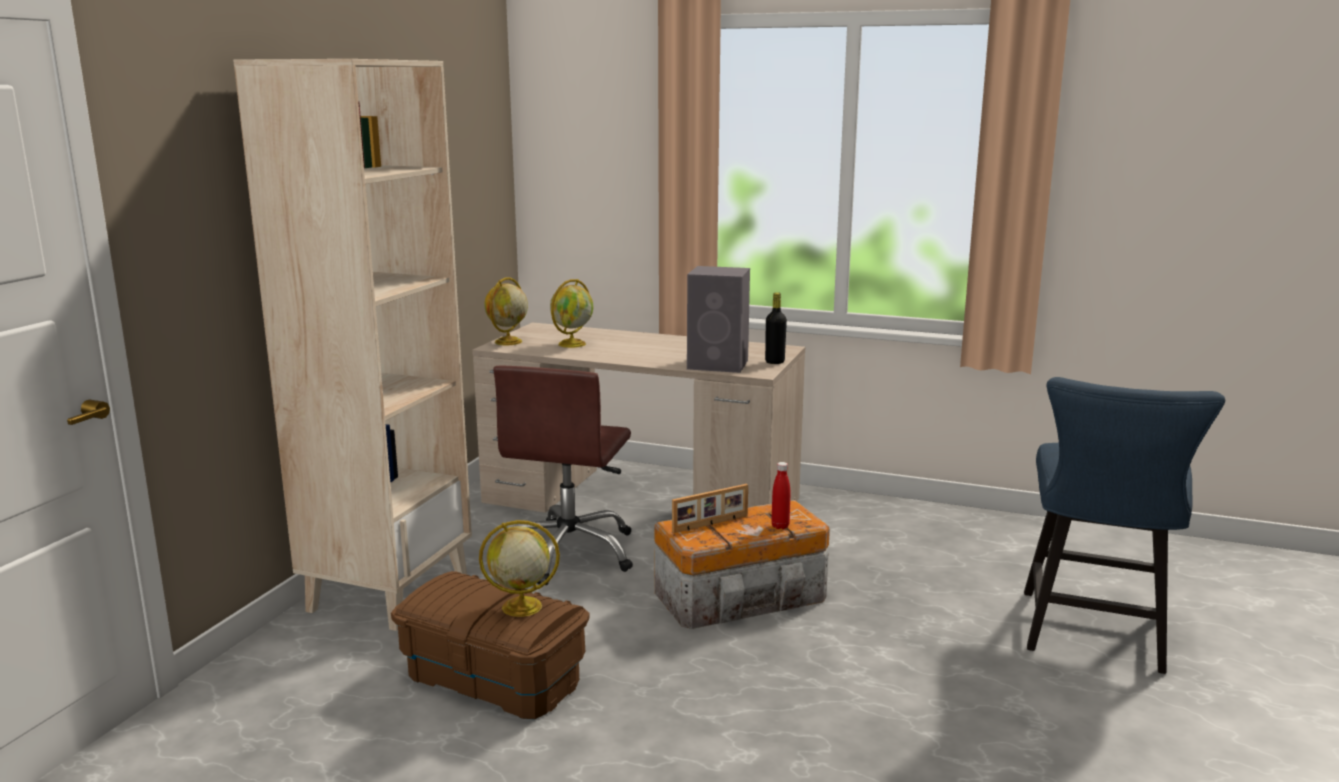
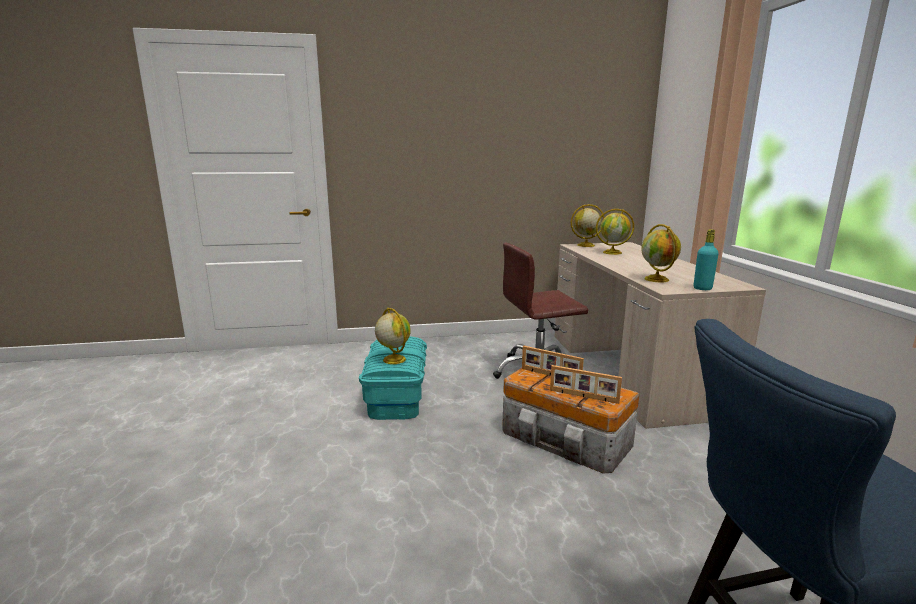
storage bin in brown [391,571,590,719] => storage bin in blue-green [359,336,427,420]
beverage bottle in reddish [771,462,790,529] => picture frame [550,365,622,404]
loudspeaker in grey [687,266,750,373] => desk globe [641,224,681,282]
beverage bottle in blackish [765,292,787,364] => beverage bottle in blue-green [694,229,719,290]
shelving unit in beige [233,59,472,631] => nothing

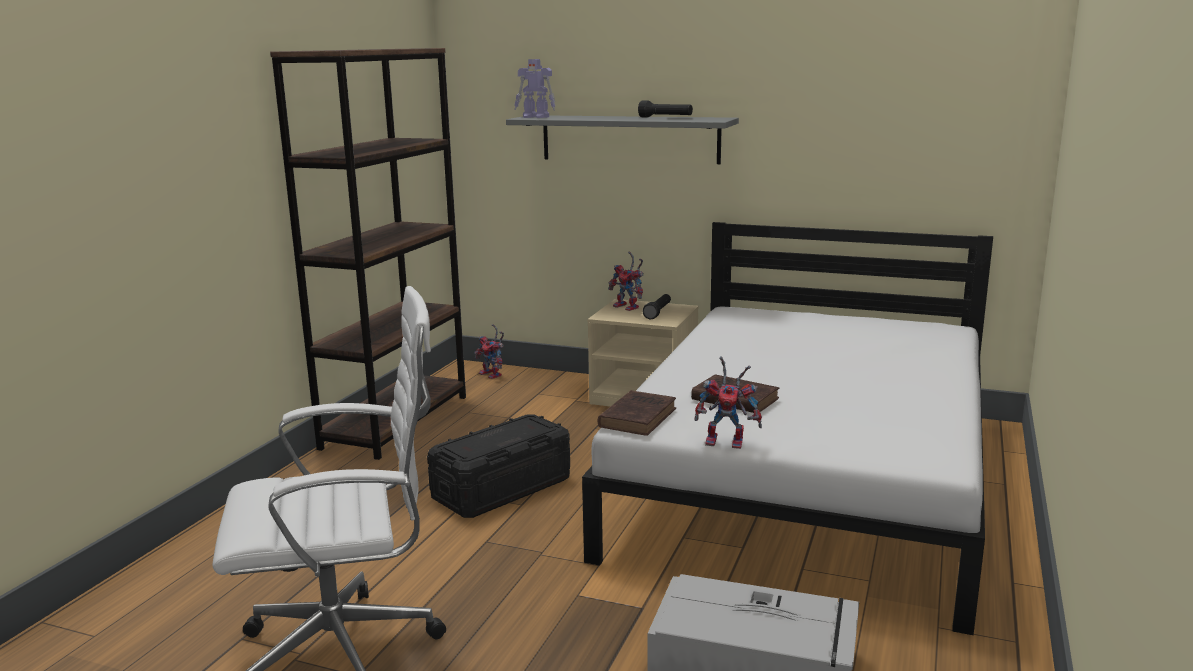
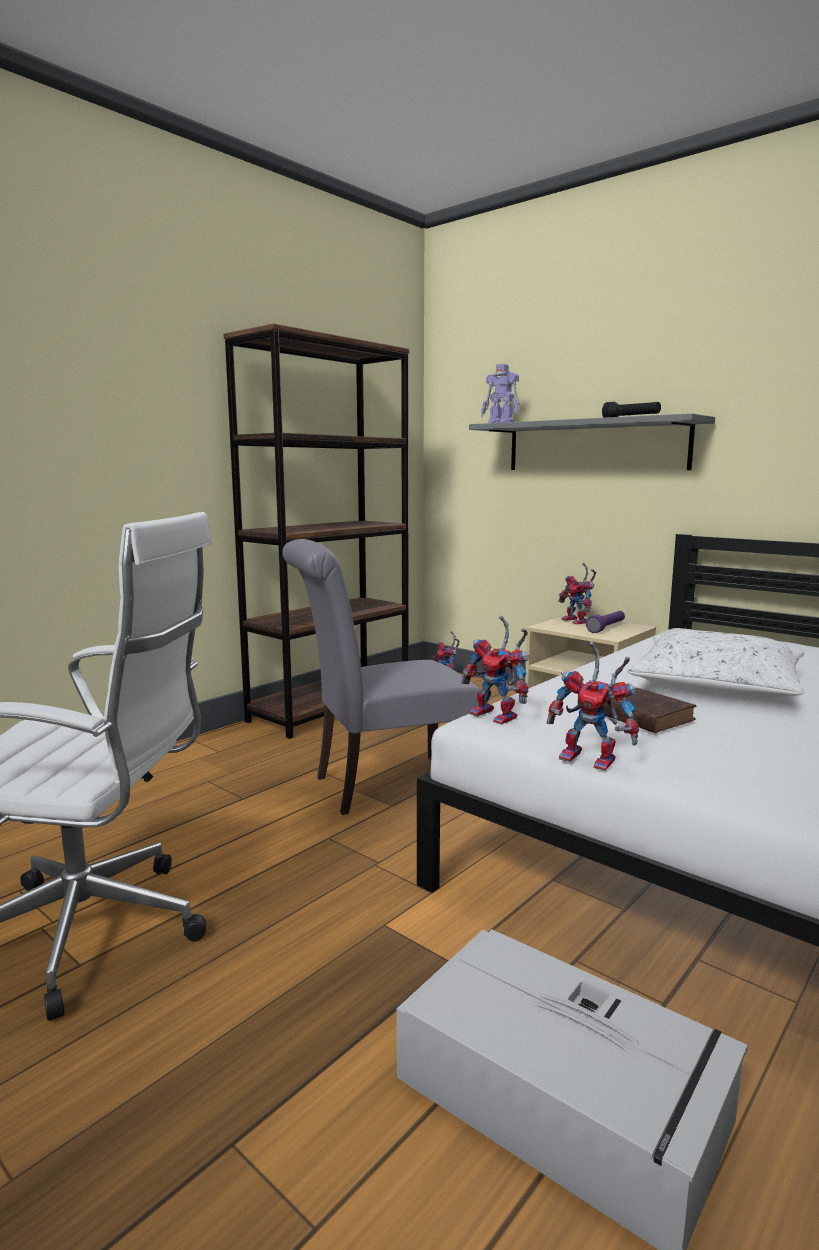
storage bin in blackish [427,415,570,518] => upright chair in grey [282,539,481,815]
volume in brown [598,390,676,436] => robot figure [461,616,530,725]
torch in blackish [642,294,671,320] => torch in purple-coloured [586,611,625,633]
nothing => throw pillow in whitish [627,630,804,698]

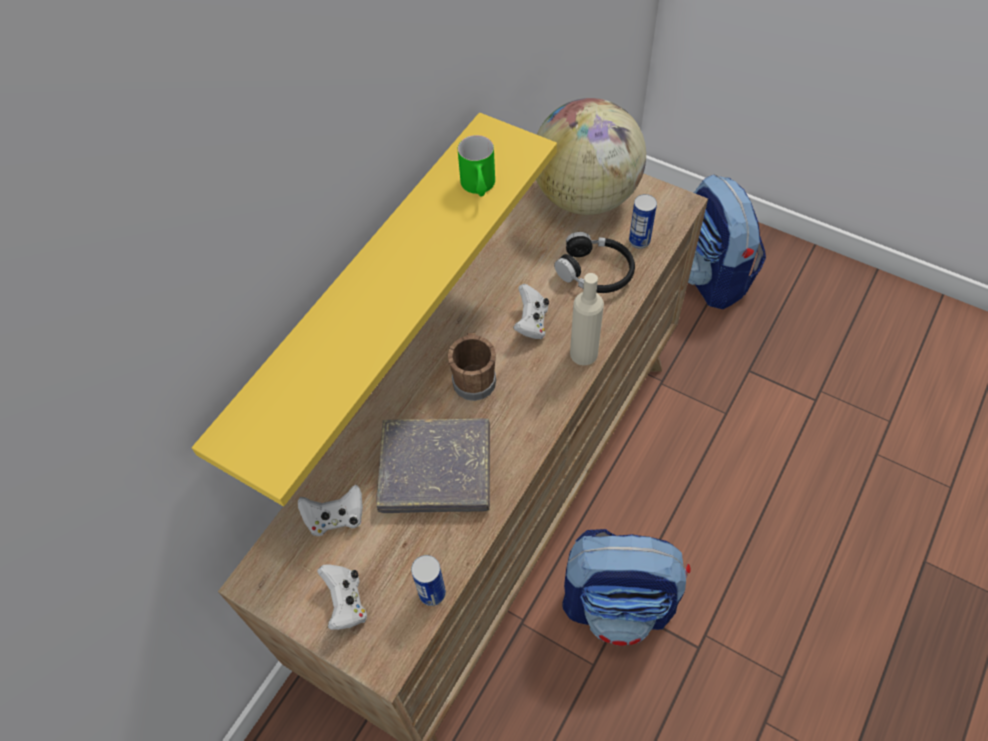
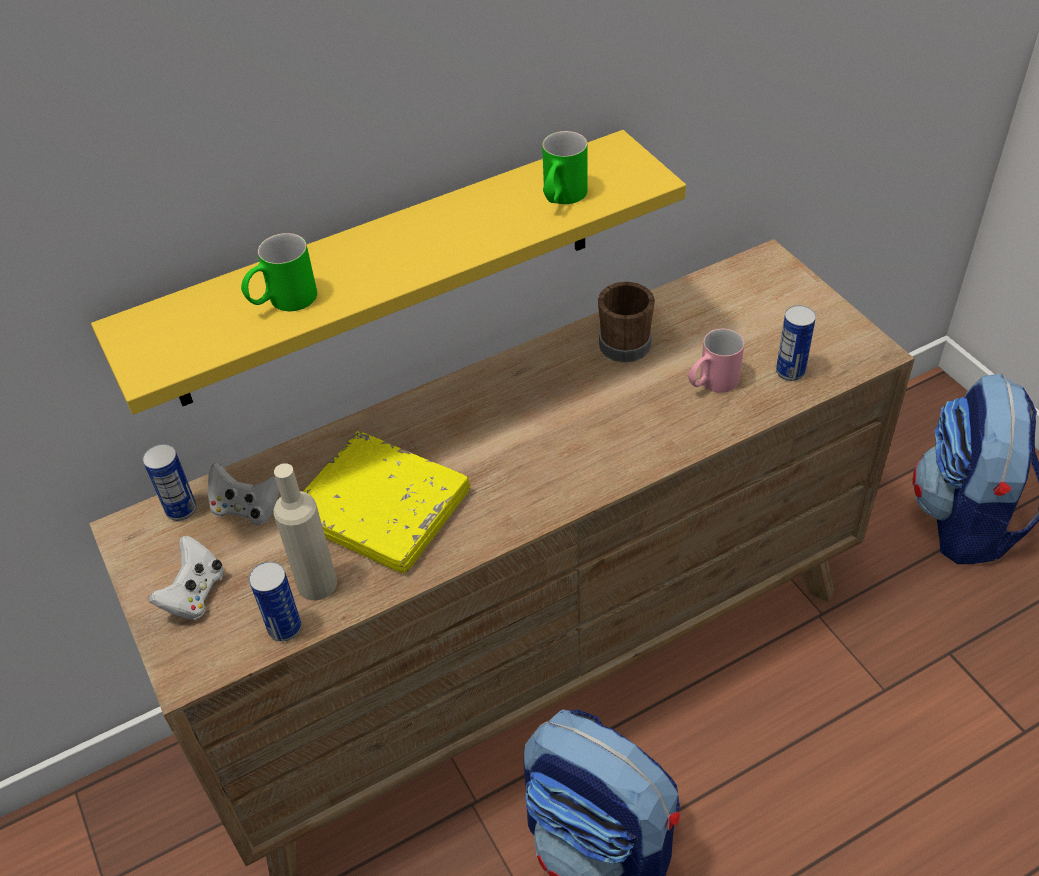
nothing => can [143,444,197,521]
nothing => coffee mug in greenish [241,233,317,311]
beverage bottle in beige [570,273,604,365] => beverage bottle in beige [273,463,337,601], move
volume in grey [376,418,490,513] => volume in yellow [303,431,470,574]
coffee mug in brown [448,333,496,401] => coffee mug in brown [598,282,655,363], move
headphones in blackish [554,232,635,293] => coffee mug in pink-coloured [688,329,744,393]
game controller in whitish [513,284,549,339] => nothing
desk globe [536,98,646,215] => nothing

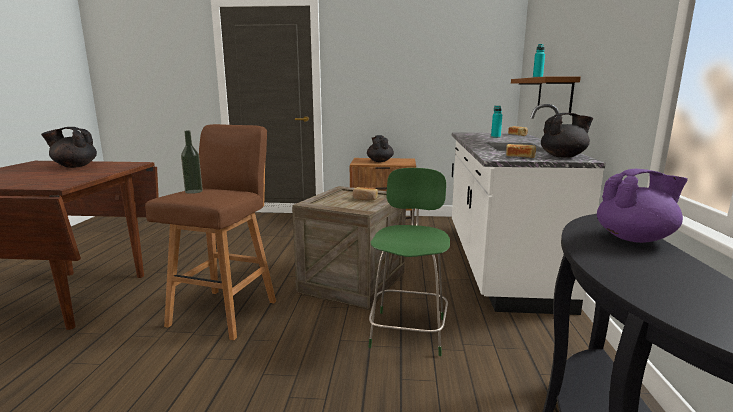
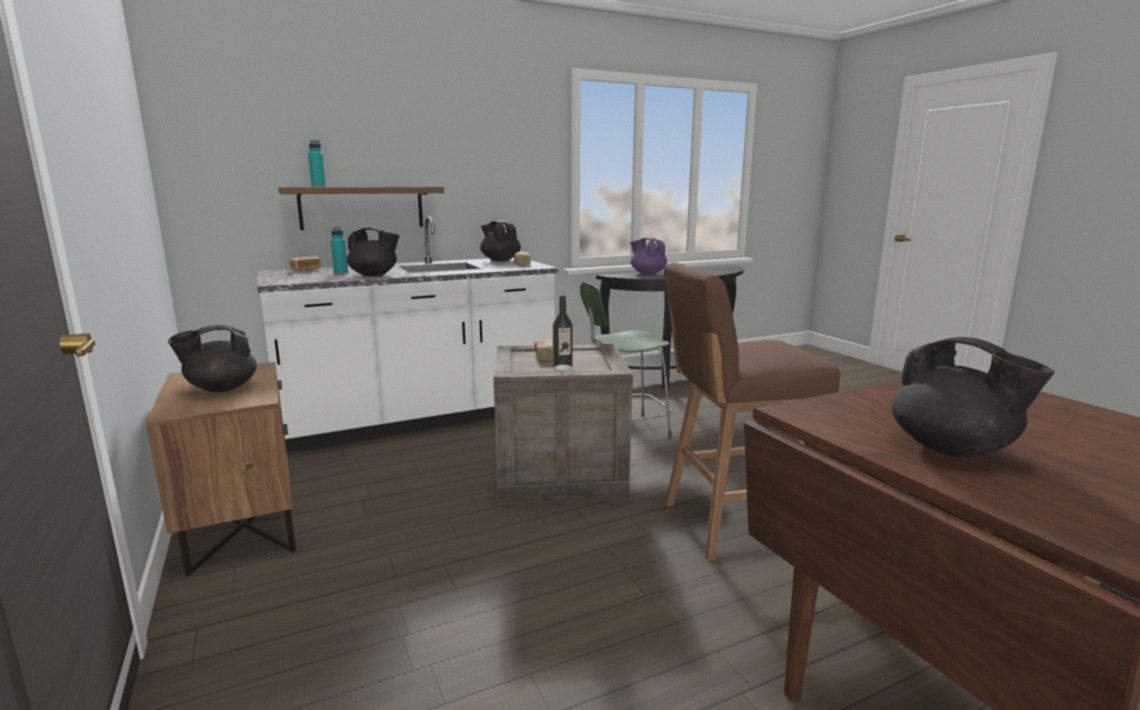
nothing => teapot in blackish [347,228,400,276]
beverage bottle [181,130,203,194] => beverage bottle [553,296,573,370], move

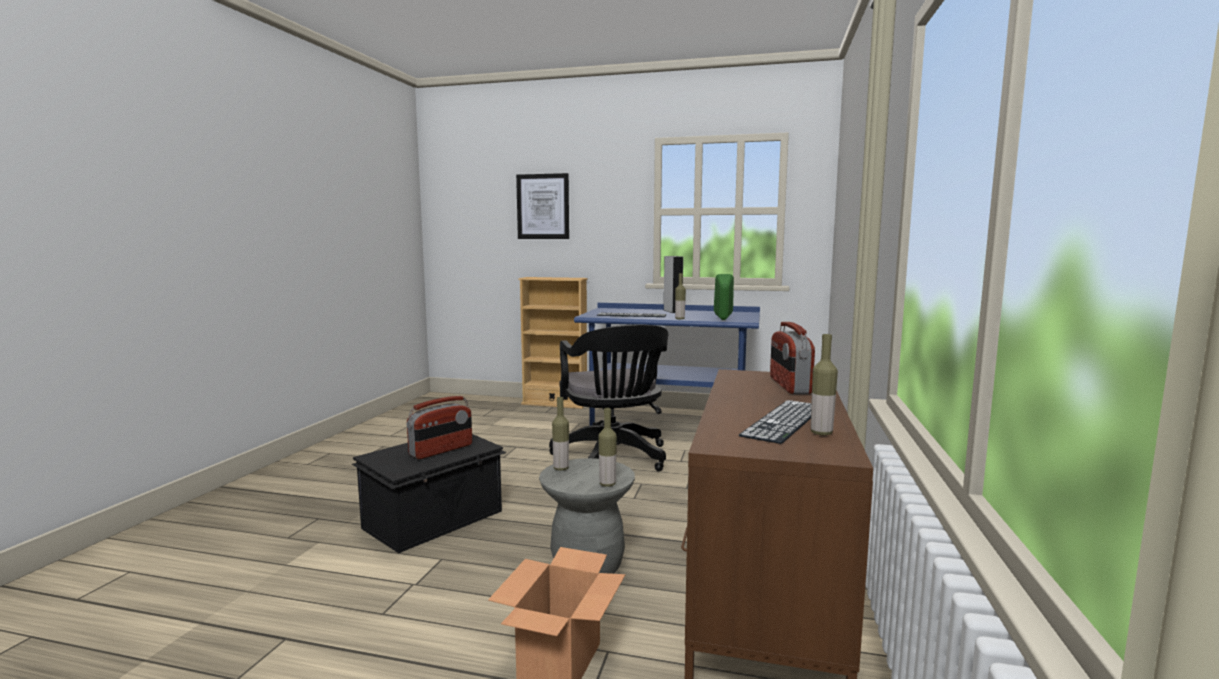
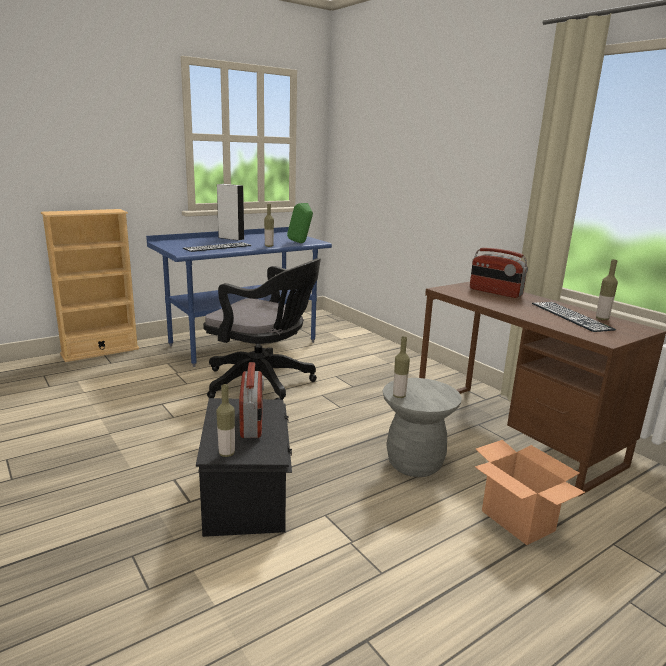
beverage bottle [599,408,617,487] => beverage bottle [216,384,235,457], move
picture [516,173,569,239] => nothing

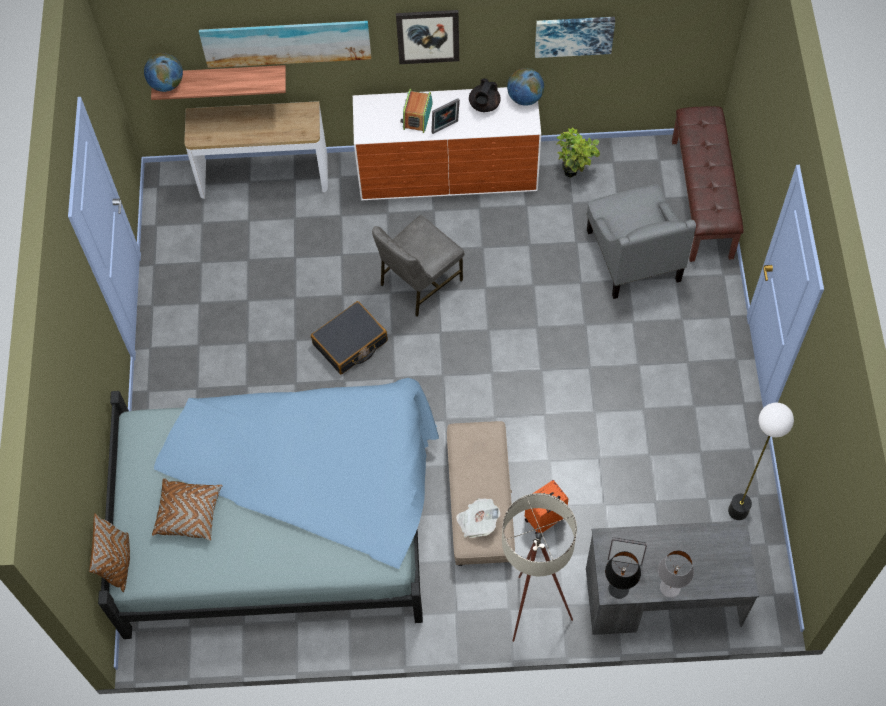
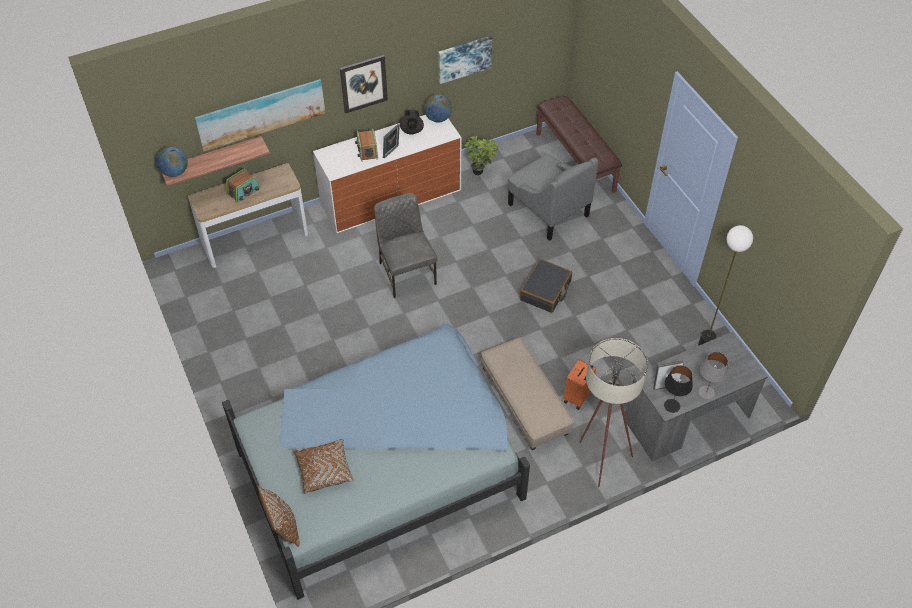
nothing => radio set [226,168,261,203]
upright chair in grey [372,215,464,317] => upright chair in grey [374,193,437,298], 135 degrees clockwise
travel case in blackish [311,301,388,374] => travel case in blackish [520,259,572,313], move
daily paper [456,498,500,538] => nothing

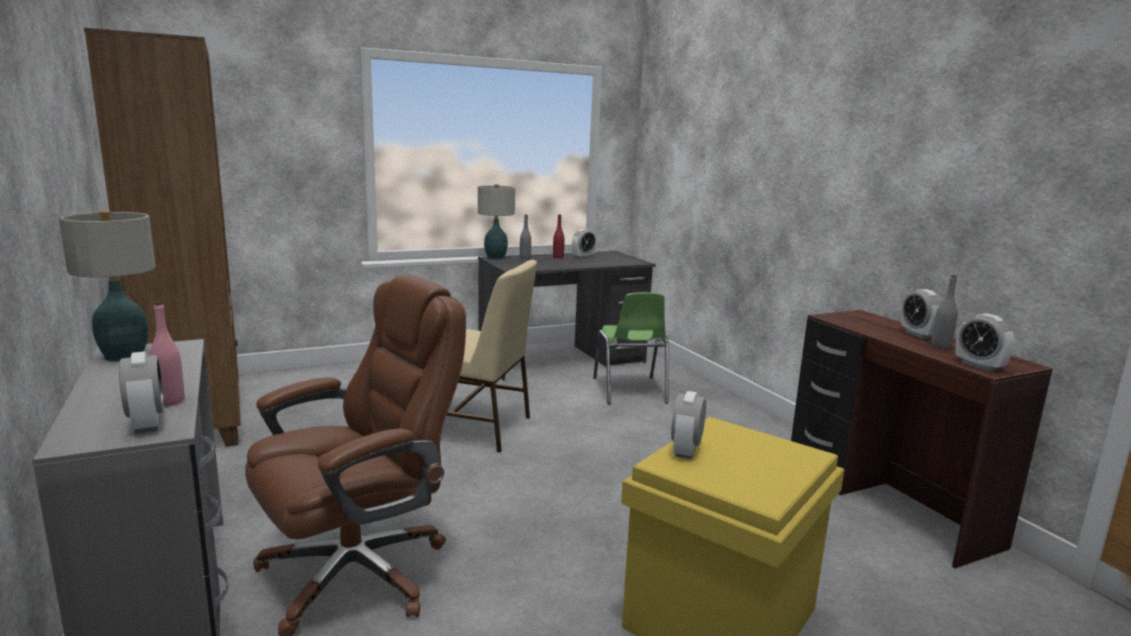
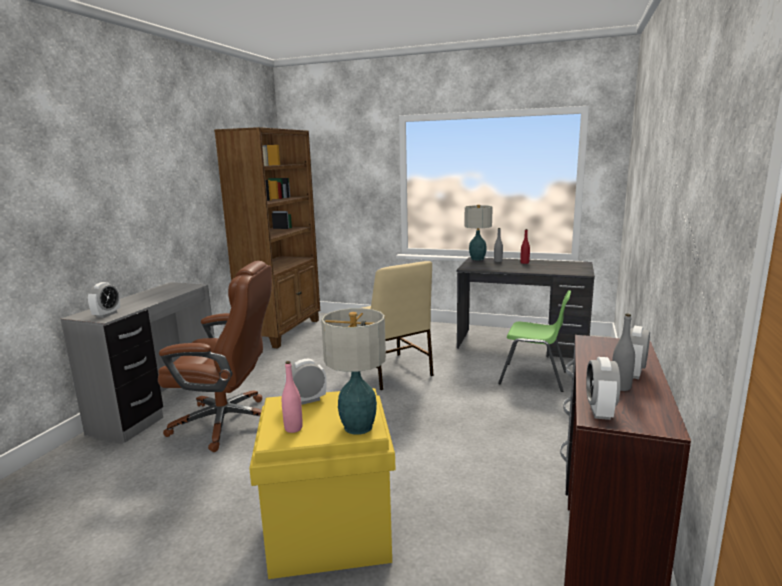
beverage bottle in pink-coloured [150,302,185,406] => beverage bottle in pink-coloured [282,361,303,433], move
tabletop lamp [59,210,156,362] => tabletop lamp [321,308,386,435], move
upright chair in greenish [593,292,669,404] => upright chair in greenish [498,290,571,392], 105 degrees counterclockwise
bedside clock [572,229,596,259] => nothing

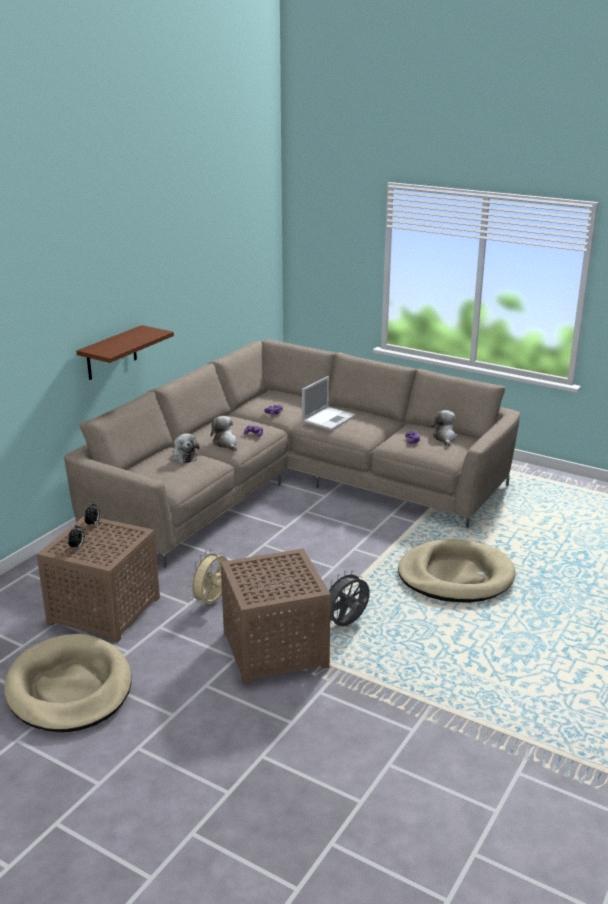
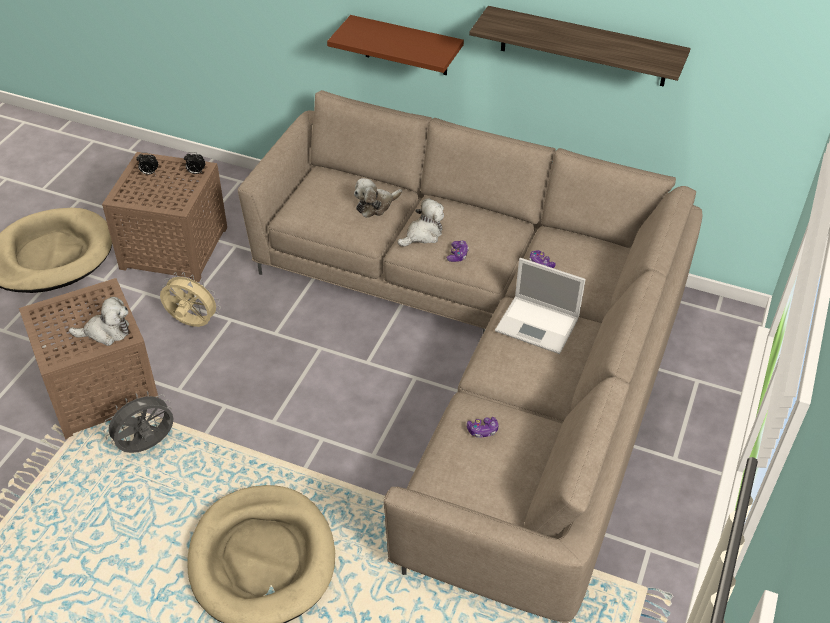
soft toy [431,410,458,446] => soft toy [69,297,129,346], move
cooling fan in grey [329,570,370,626] => cooling fan in grey [103,391,174,453], 75 degrees counterclockwise
nothing => wall shelf [469,6,691,87]

